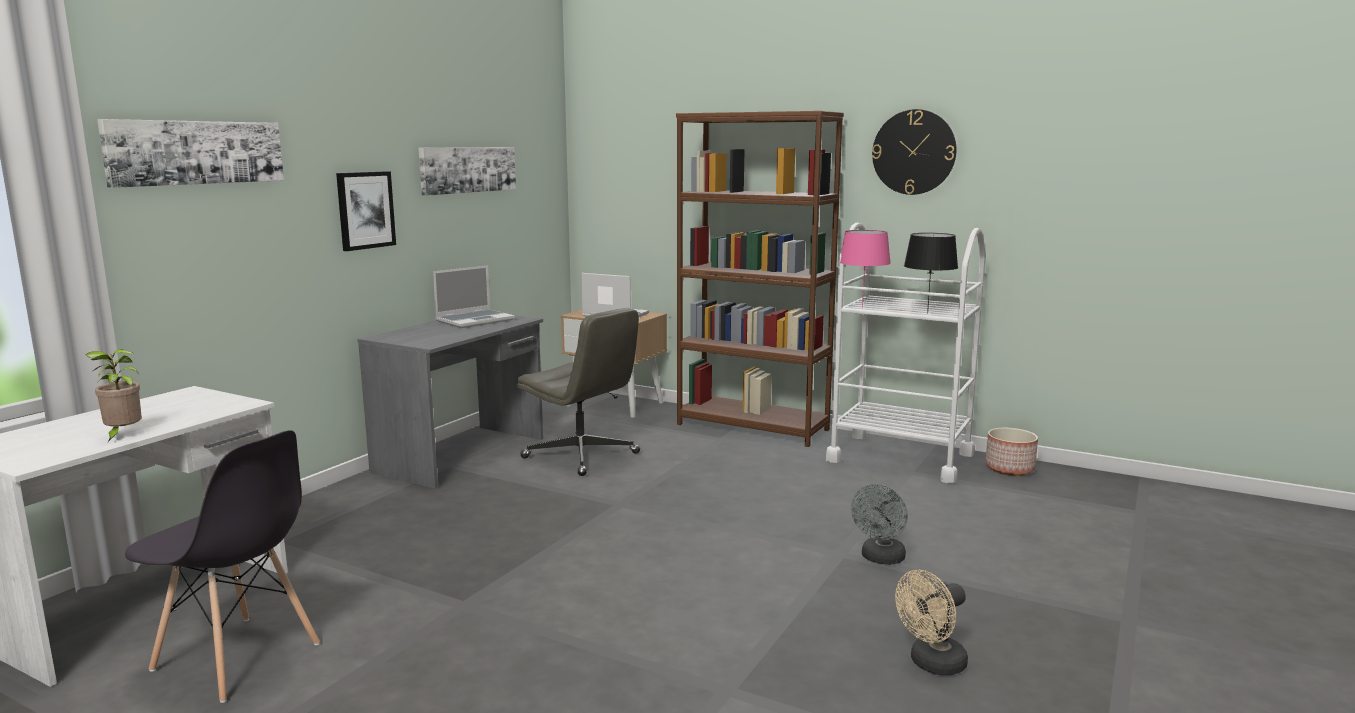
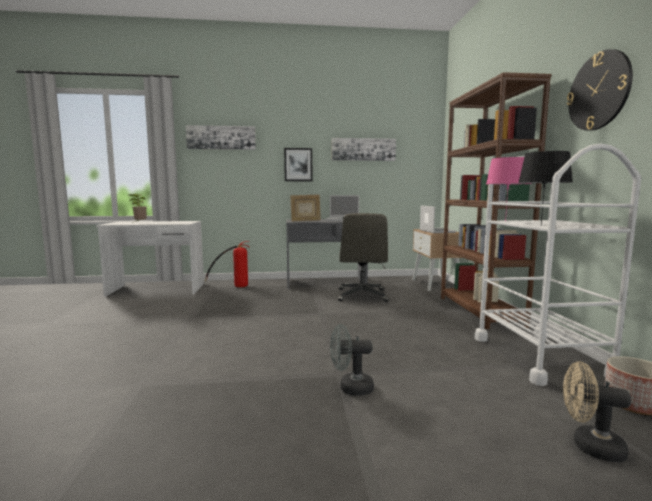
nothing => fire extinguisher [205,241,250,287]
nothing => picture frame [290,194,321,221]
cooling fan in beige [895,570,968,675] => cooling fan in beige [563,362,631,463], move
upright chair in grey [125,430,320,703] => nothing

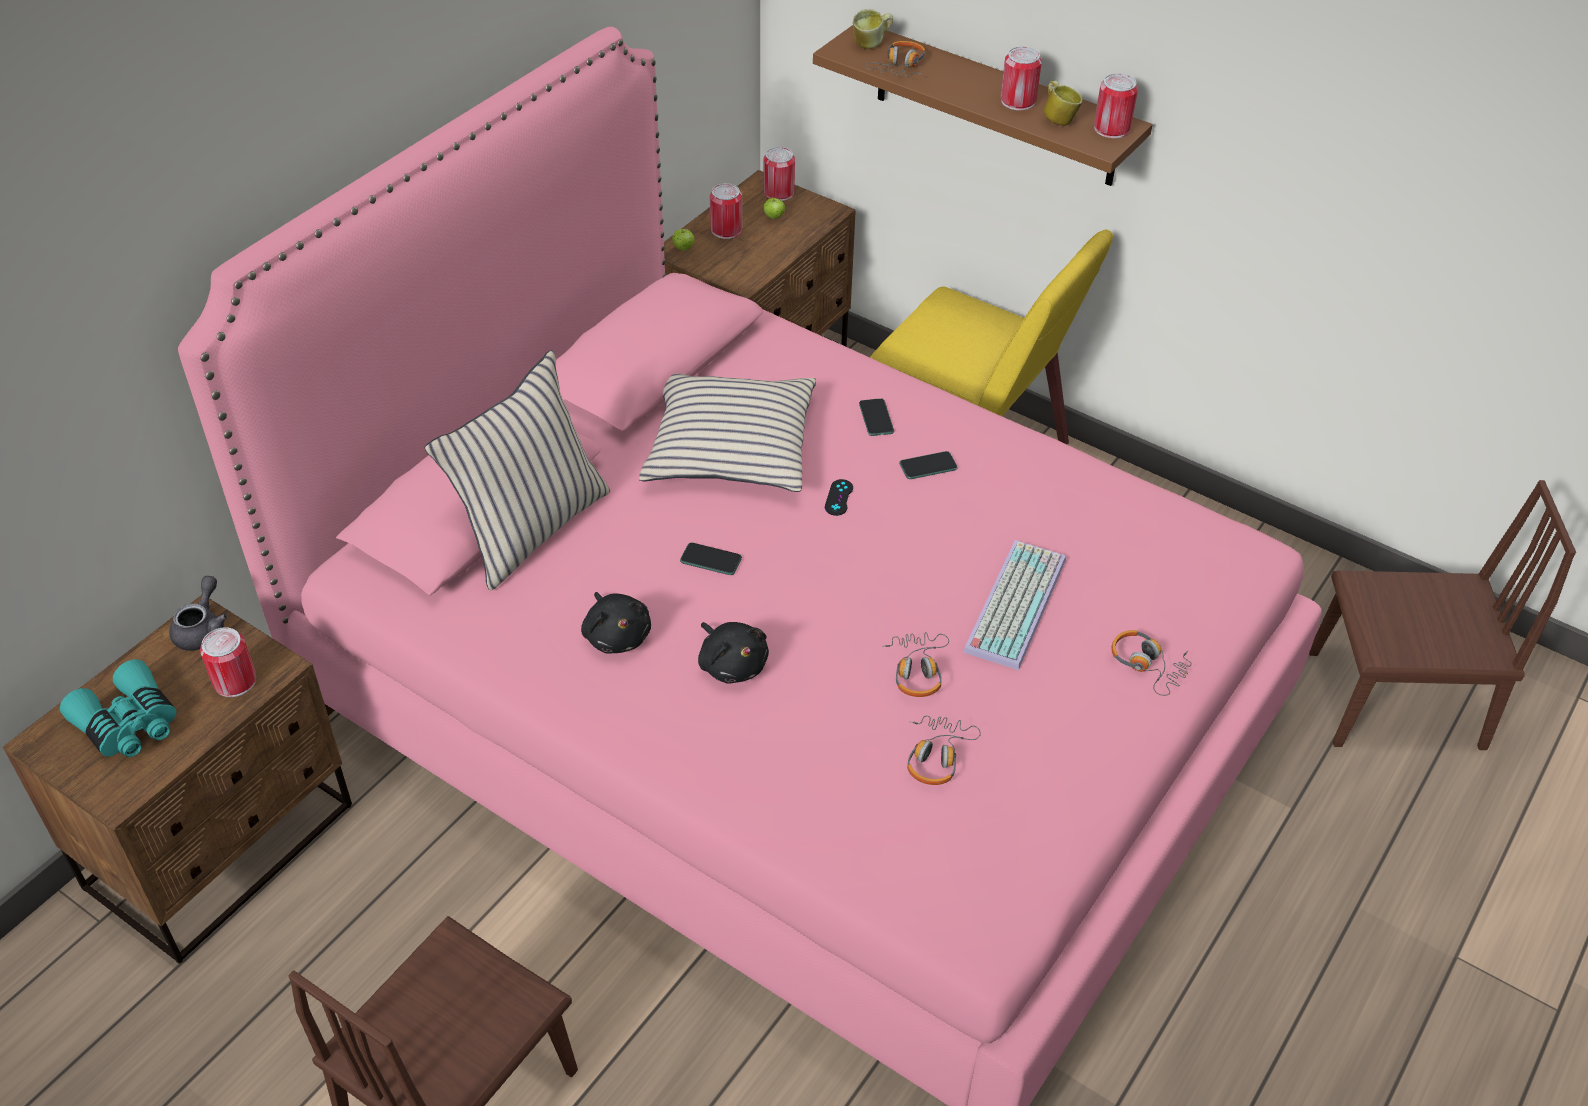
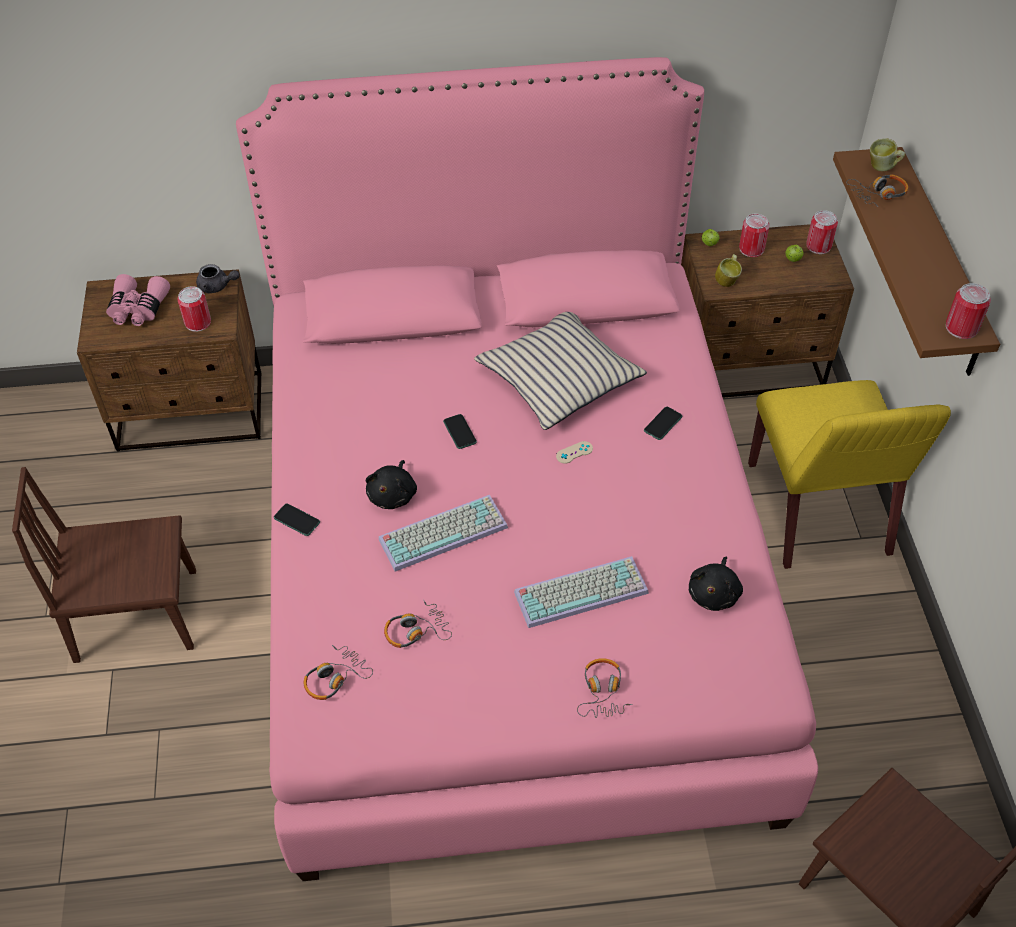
pair of binoculars in blue-green [60,659,176,757] => pair of binoculars in pink-coloured [106,274,170,326]
teapot in grey [169,576,228,651] => teapot in grey [196,264,240,293], 45 degrees clockwise
phone [899,451,958,479] => phone [274,503,320,536], move
headphones [882,632,949,697] => headphones [304,645,373,700], move
nothing => keyboard [379,495,508,572]
game controller in blackish [825,479,853,516] => game controller in beige [556,441,593,464]
soft toy in blackish [581,592,651,654] => soft toy in blackish [689,557,743,611], move
coffee mug [1044,81,1083,126] => coffee mug [715,254,742,287], move
throw pillow in beige [425,350,610,590] => nothing
can [1001,46,1042,110] => nothing

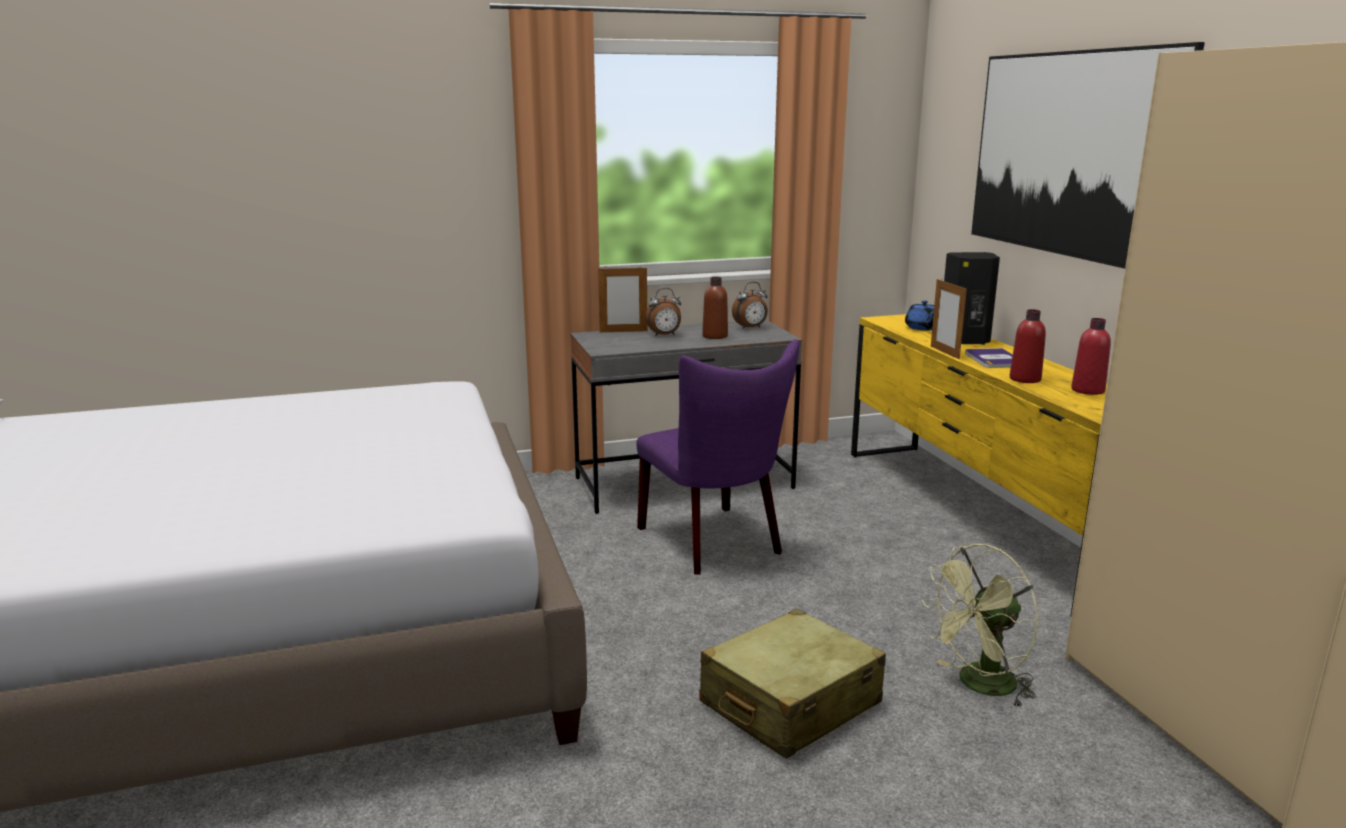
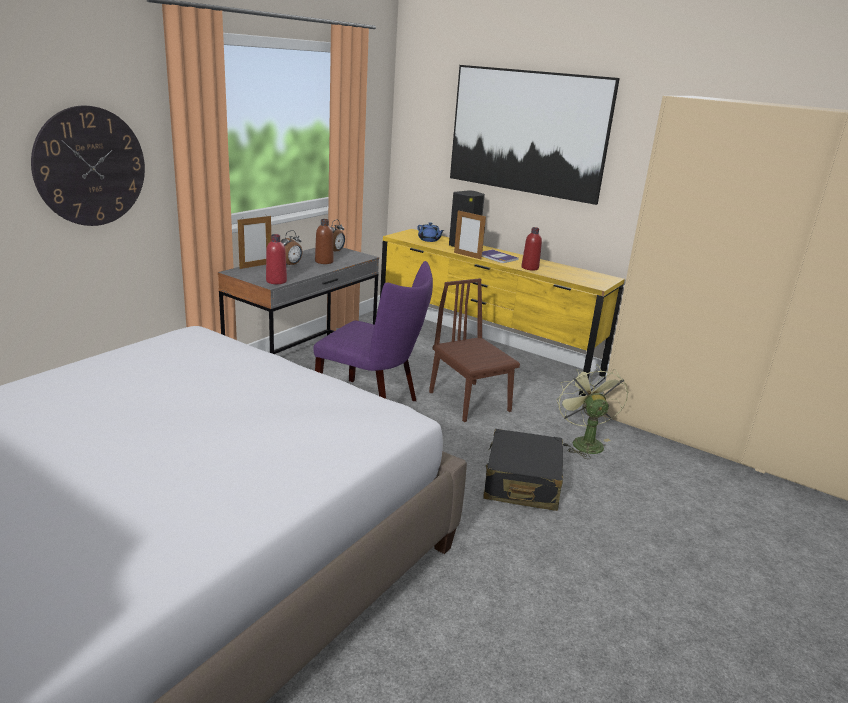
nothing => hanging clock [31,106,145,226]
beverage bottle in reddish [1071,318,1111,395] => beverage bottle in reddish [266,234,287,284], move
nothing => upright chair in brown [429,278,520,422]
travel case in beige [699,609,886,759] => travel case in blackish [483,429,563,511]
cooling fan in greenish [922,544,1038,709] => cooling fan in greenish [557,364,628,459], 150 degrees clockwise

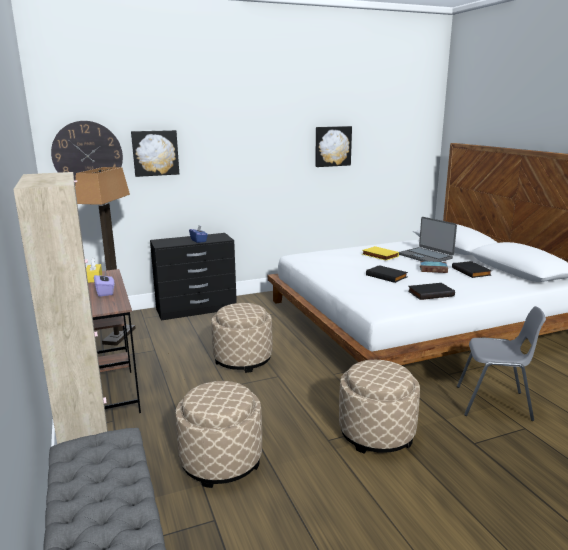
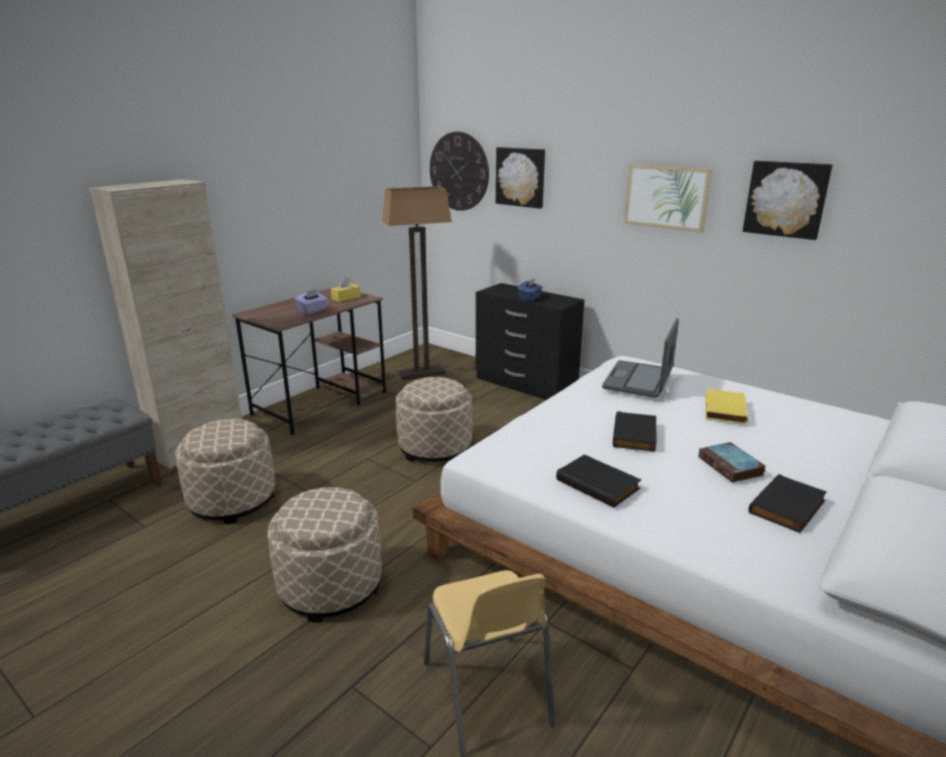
upright chair in grey [457,306,546,421] => upright chair in yellow [424,570,555,757]
portable computer [399,217,457,262] => portable computer [602,318,679,398], move
nothing => picture [624,164,713,233]

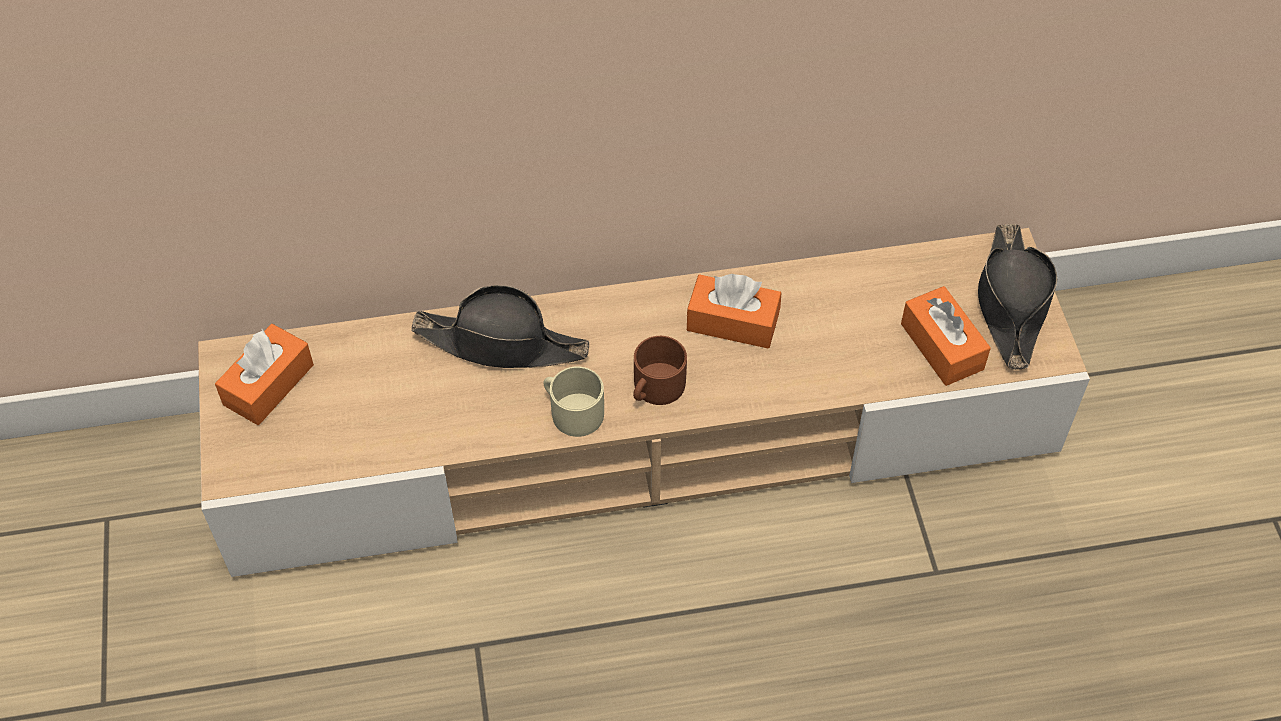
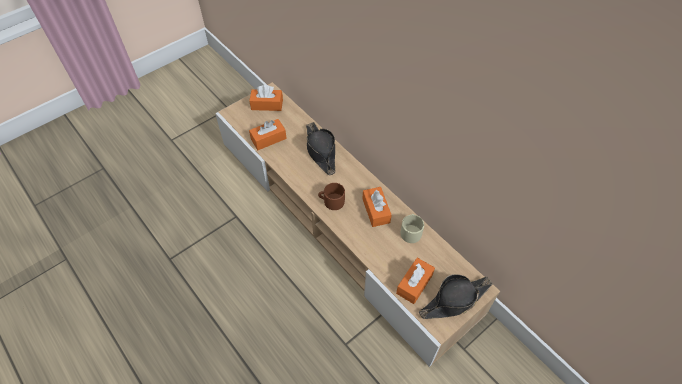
nothing => box of tissues in orange [249,119,287,150]
coffee mug in beige [543,366,604,437] => coffee mug in beige [401,214,424,243], move

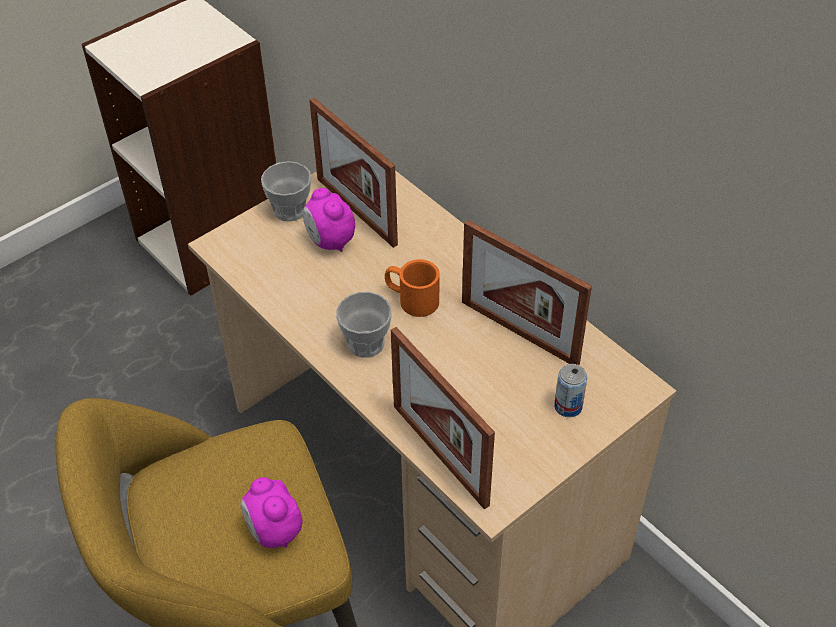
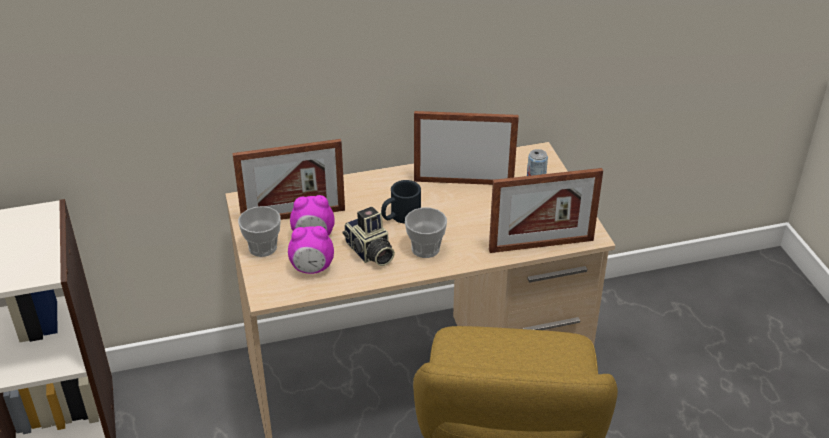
bedside clock [240,477,303,548] => bedside clock [288,226,334,274], move
nothing => still camera [343,207,395,266]
coffee mug in orange [385,259,440,317] => coffee mug in blackish [381,180,421,224]
picture frame [462,220,592,365] => picture frame [414,111,519,185], 150 degrees counterclockwise

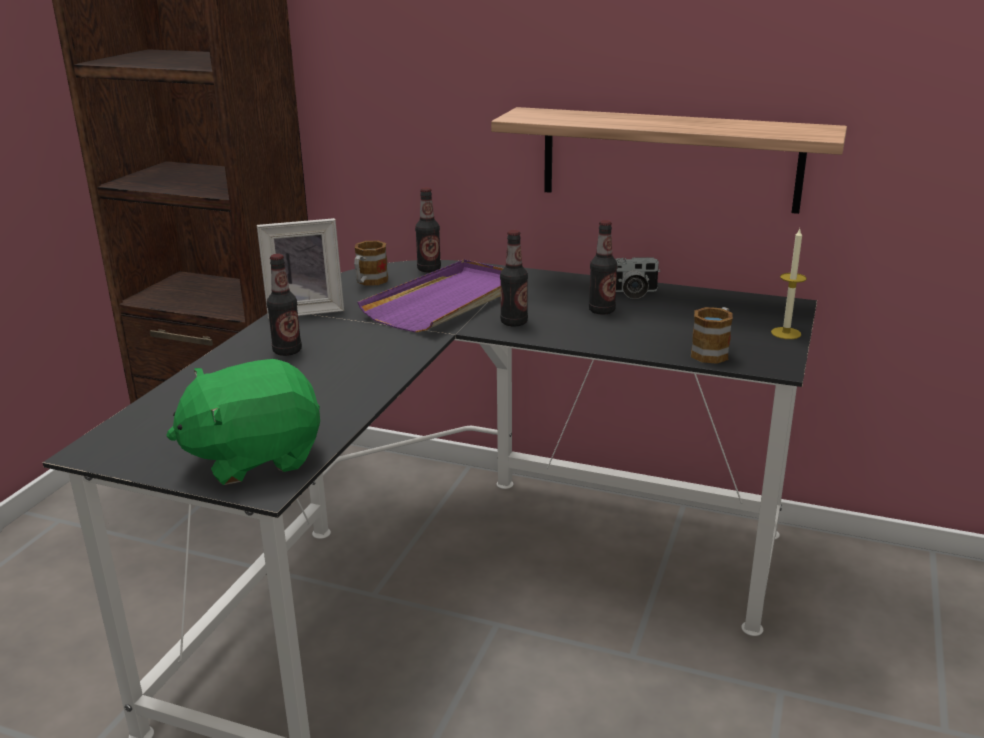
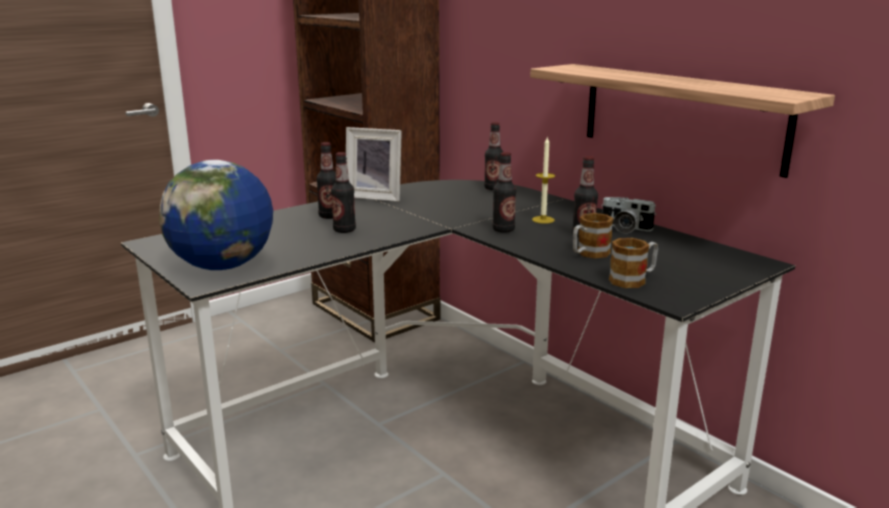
soft toy in greenish [166,359,320,485] => desk globe [159,160,273,270]
nothing => beverage bottle [331,152,356,233]
candle [771,229,807,339] => candle [532,137,555,224], move
coffee mug [354,241,388,286] => coffee mug [573,213,614,259], move
carrying tray in purple-coloured [358,259,504,333] => nothing

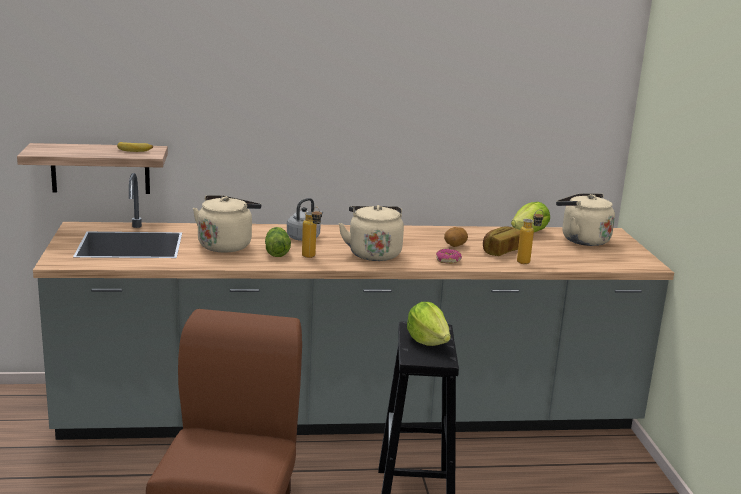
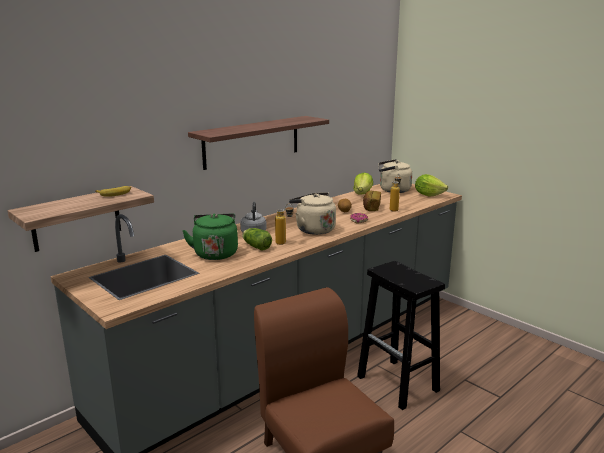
tea kettle in beige [193,195,262,253] => tea kettle in greenish [182,214,238,260]
nothing => wall shelf [188,116,329,170]
lettuce head [407,302,451,346] => lettuce head [415,174,448,197], move

